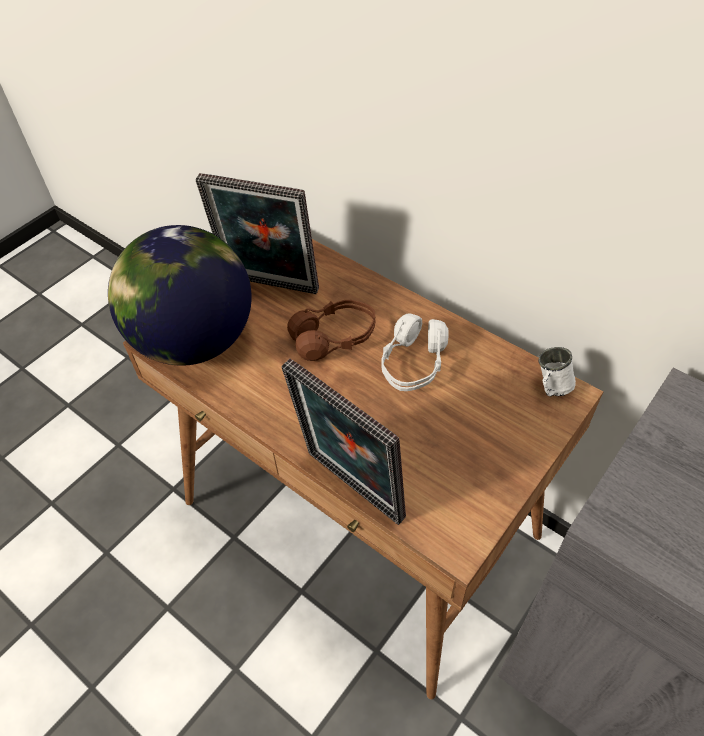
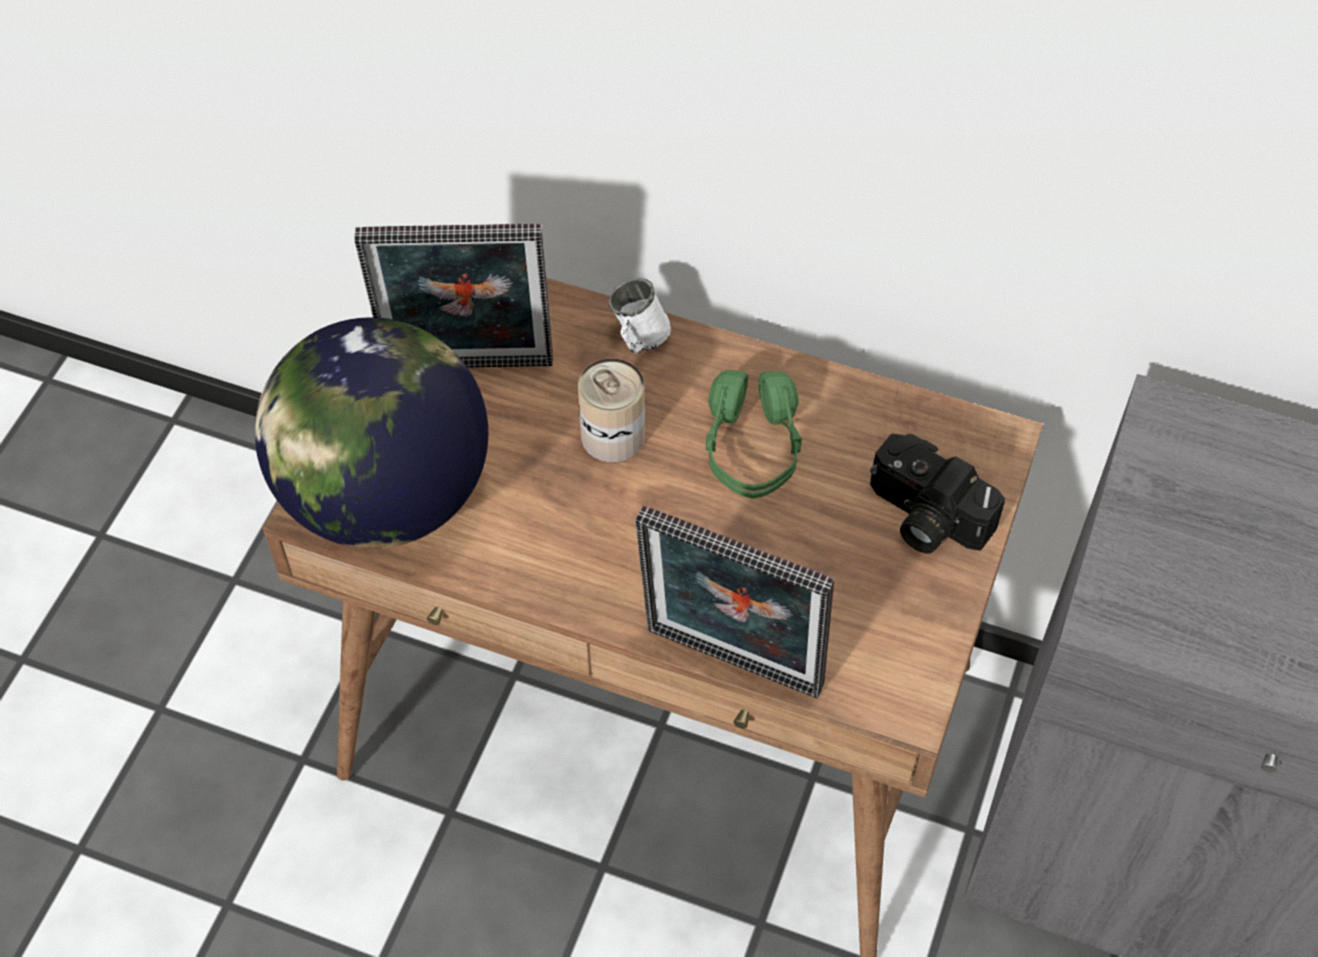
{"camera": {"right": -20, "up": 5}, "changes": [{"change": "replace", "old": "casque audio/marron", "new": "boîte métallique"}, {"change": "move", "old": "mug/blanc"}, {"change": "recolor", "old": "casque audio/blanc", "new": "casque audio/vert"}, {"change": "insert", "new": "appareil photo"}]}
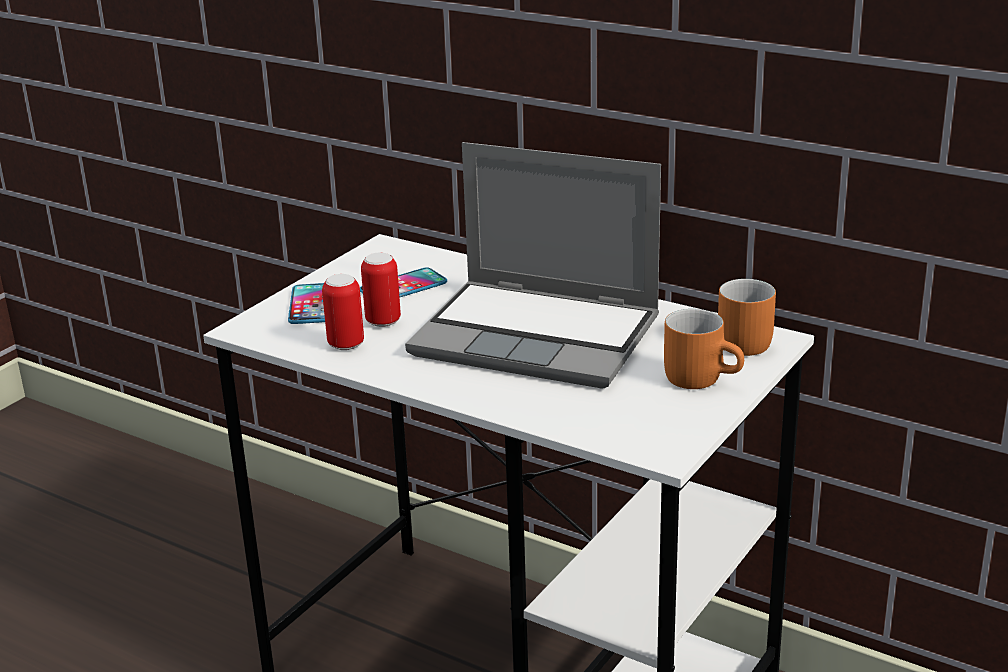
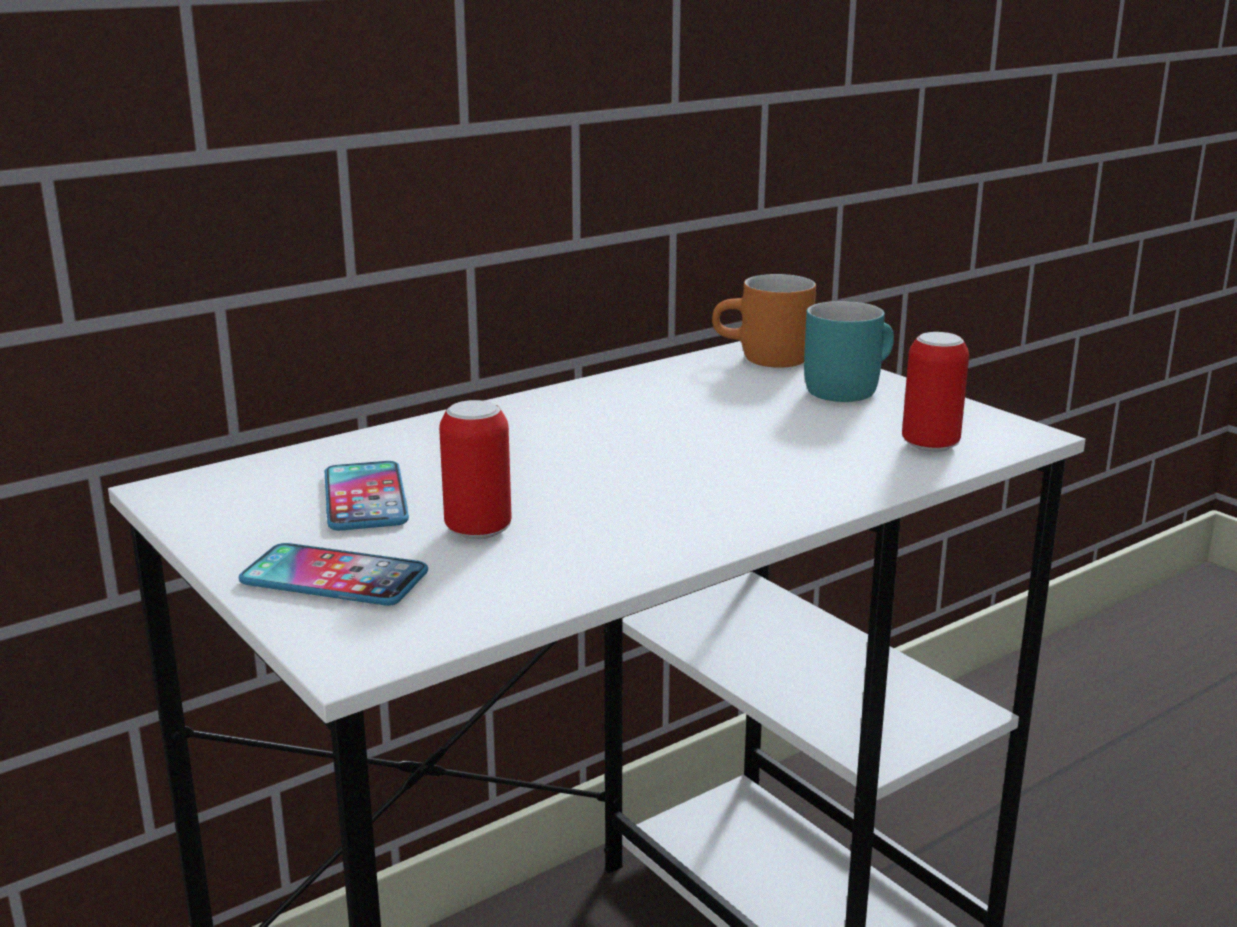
{"camera": {"right": -70, "up": -5}, "changes": [{"change": "recolor", "old": "mug/orange (1st from left)", "new": "mug/turquoise"}, {"change": "move", "old": "boîte métallique (1st from left in the first image)", "new": "boîte métallique (2nd from left)"}, {"change": "delete", "old": "ordinateur portable"}]}
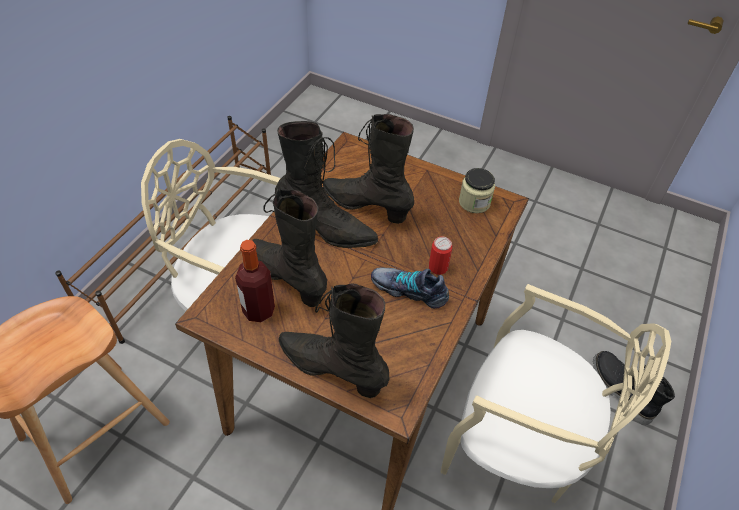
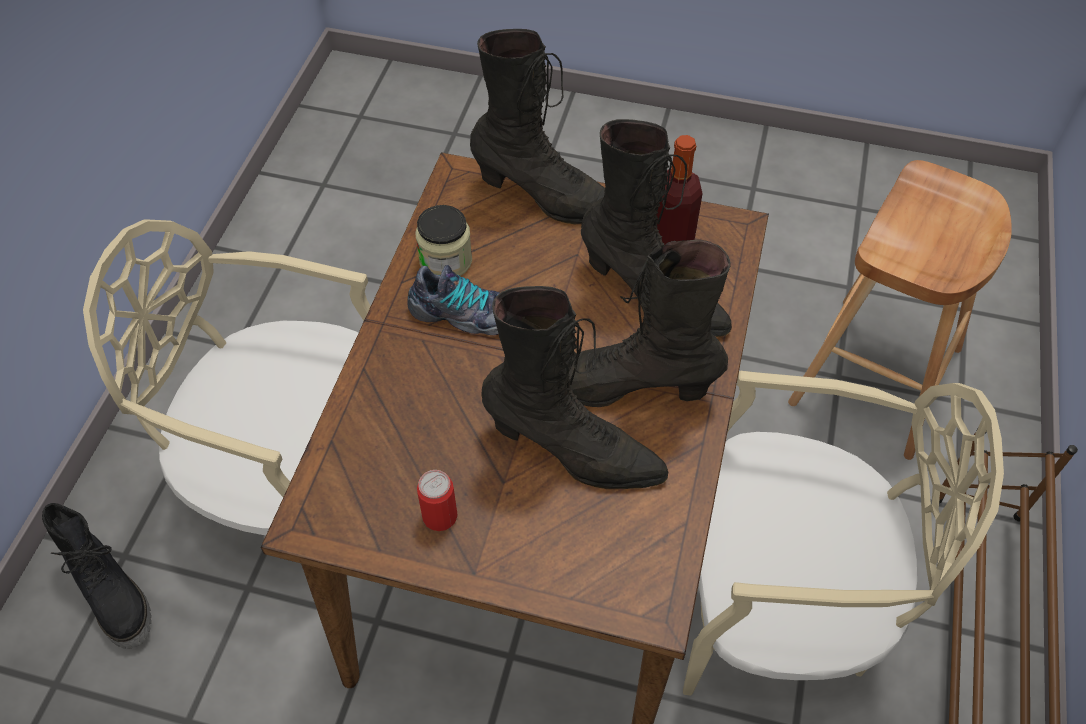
{"camera": {"right": 170, "up": 5}, "changes": [{"change": "move", "old": "bocal"}, {"change": "move", "old": "boîte métallique"}]}
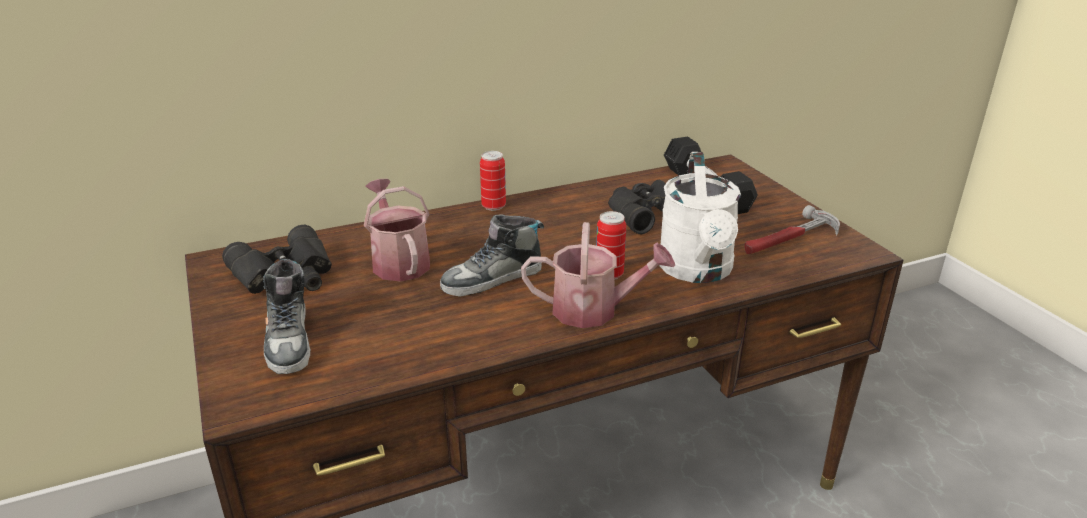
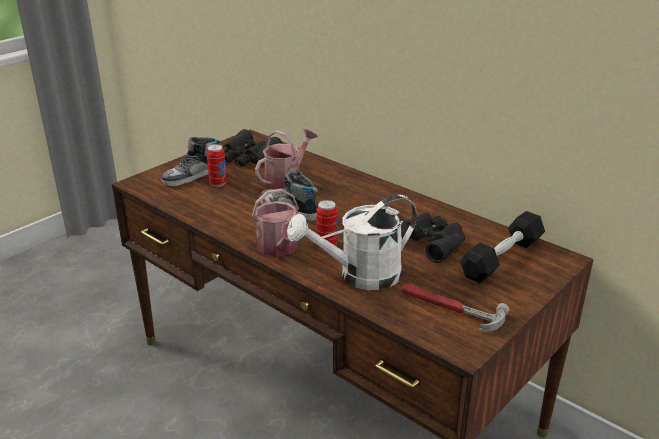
{"camera": {"right": 65, "up": 0}, "changes": [{"change": "move", "old": "boîte métallique (1st from left)"}]}
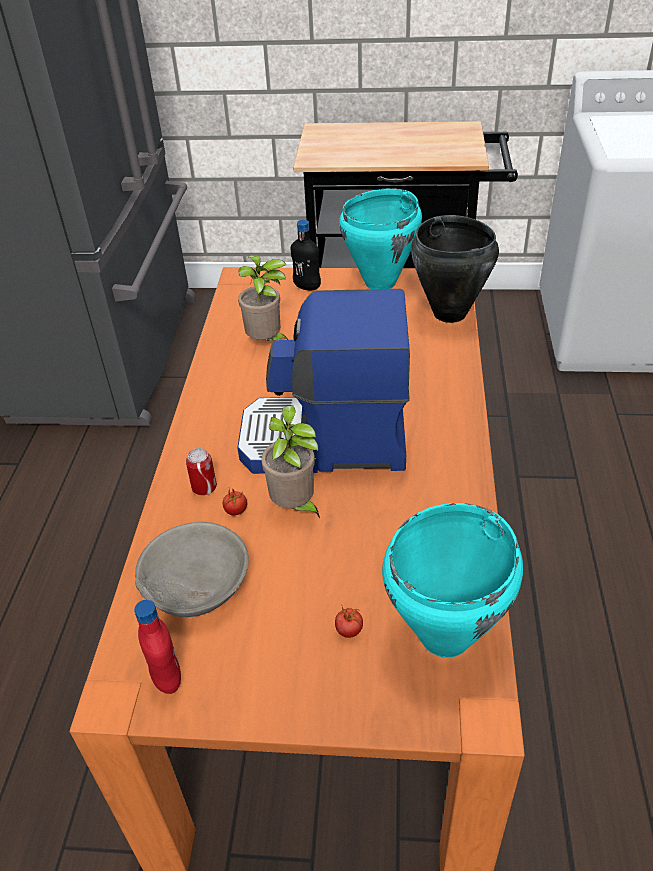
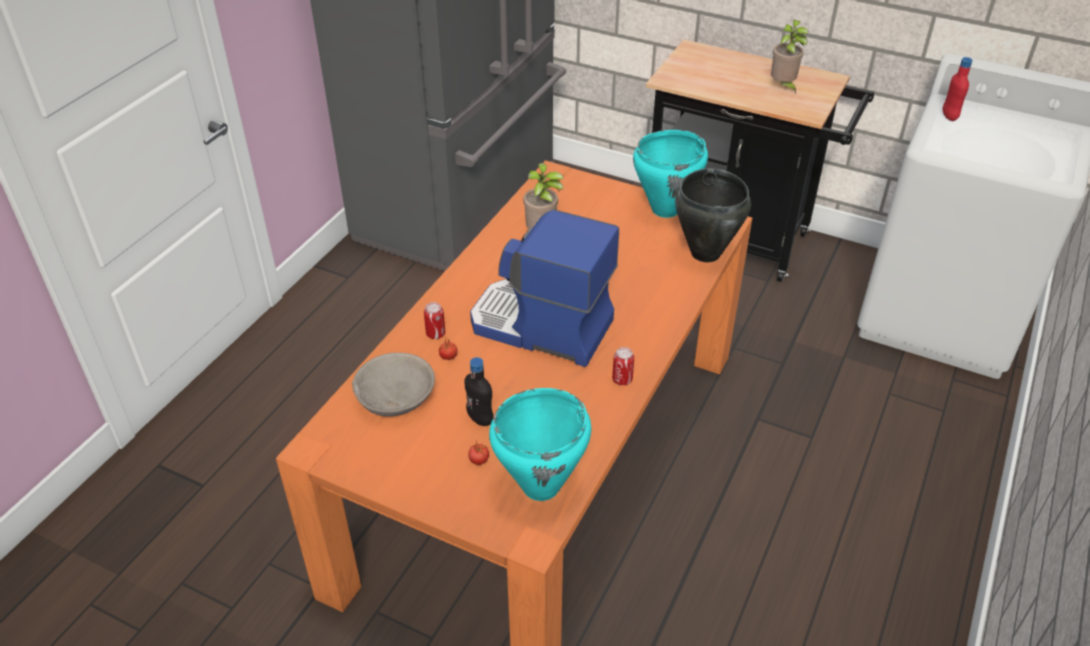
{"camera": {"right": 20, "up": 0}, "changes": [{"change": "move", "old": "bouteille/noir"}, {"change": "insert", "new": "boîte métallique (2nd from left)"}, {"change": "move", "old": "plante en pot (2nd from left)"}, {"change": "move", "old": "bouteille/rouge"}]}
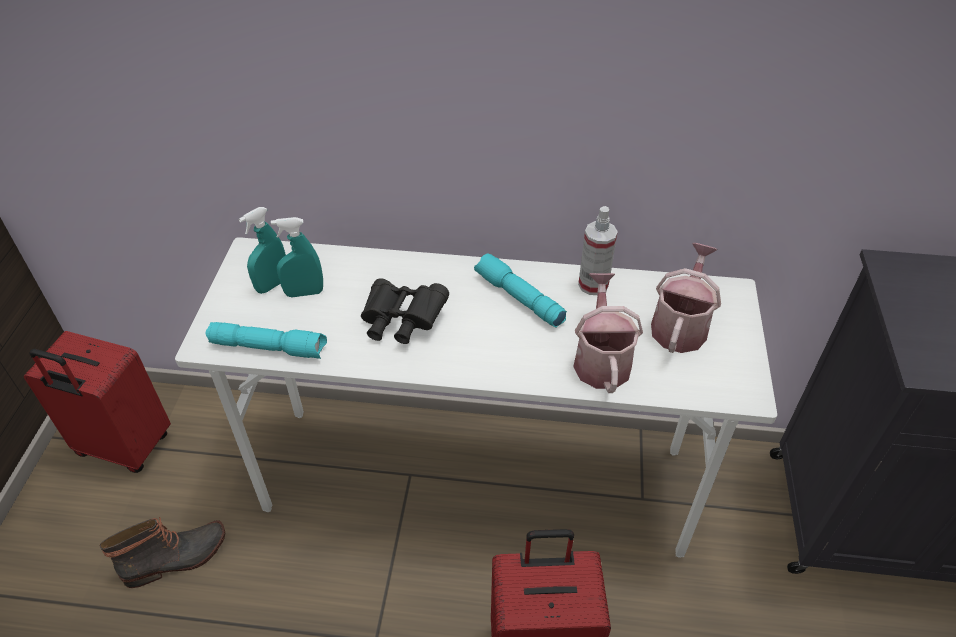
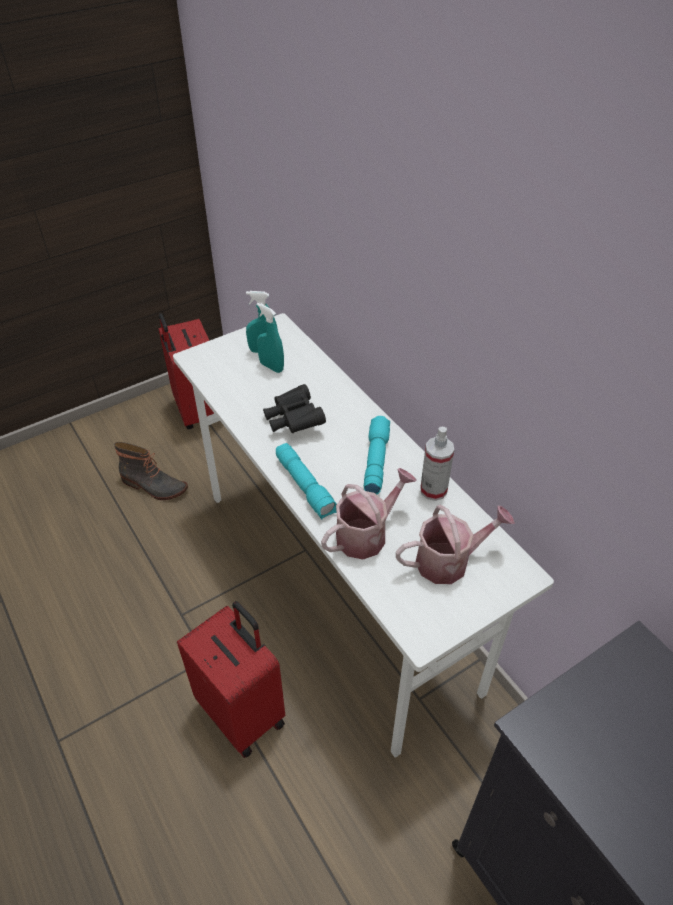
{"camera": {"right": 50, "up": 0}, "changes": [{"change": "move", "old": "lampe de poche/turquoise (1st from left)"}]}
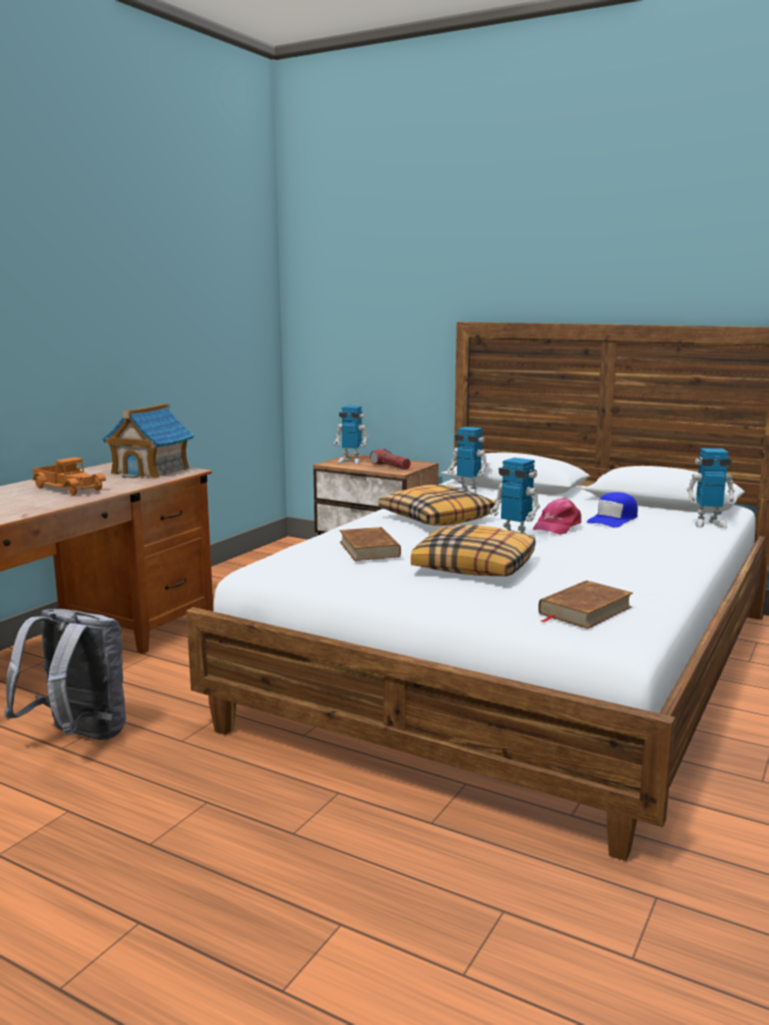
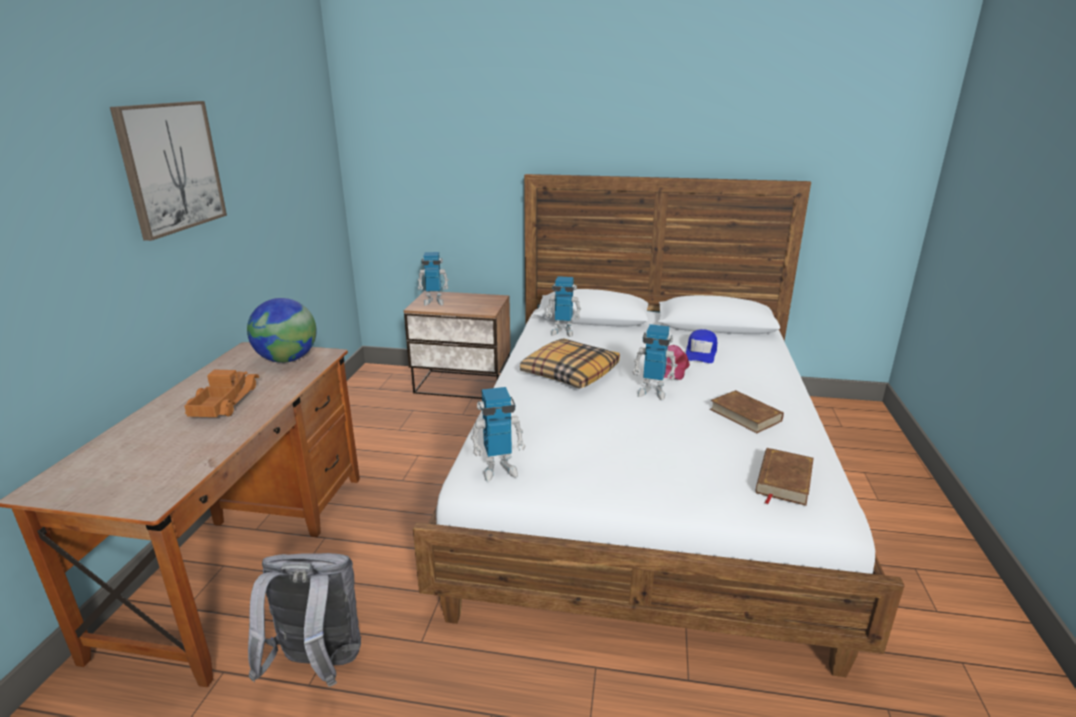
{"camera": {"right": -20, "up": 10}, "changes": [{"change": "insert", "new": "tableau"}, {"change": "rotate", "old": "camion jouet", "degrees": -105}, {"change": "replace", "old": "maison miniature", "new": "globe"}, {"change": "move", "old": "robot jouet (4th from left in the first image)", "new": "robot jouet (2nd from left)"}, {"change": "move", "old": "livre/marron (1st from left)"}, {"change": "delete", "old": "lampe de poche"}, {"change": "delete", "old": "coussin (2nd from left)"}]}
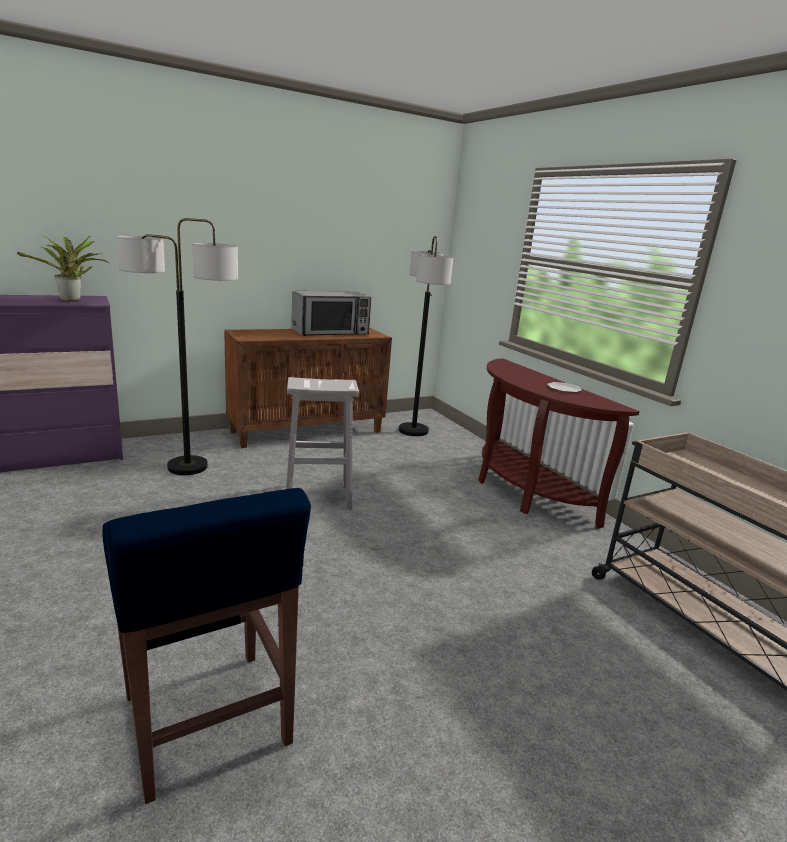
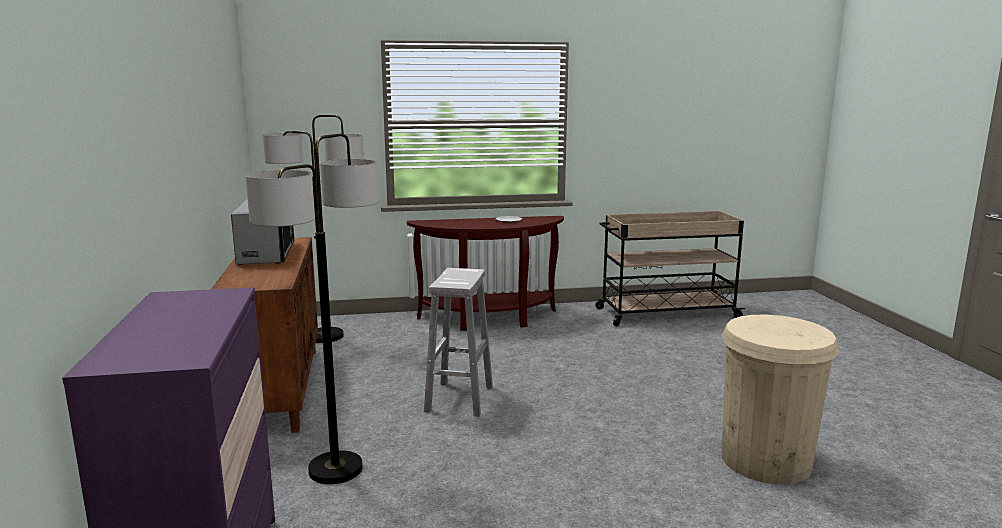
{"camera": {"right": -70, "up": -5}, "changes": [{"change": "replace", "old": "tabouret/bleu", "new": "poubelle/beige"}, {"change": "delete", "old": "plante en pot"}]}
